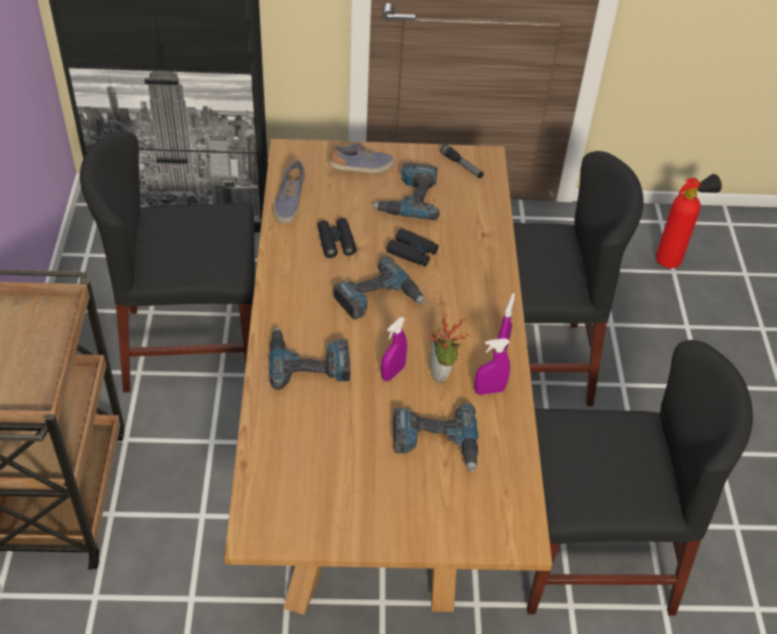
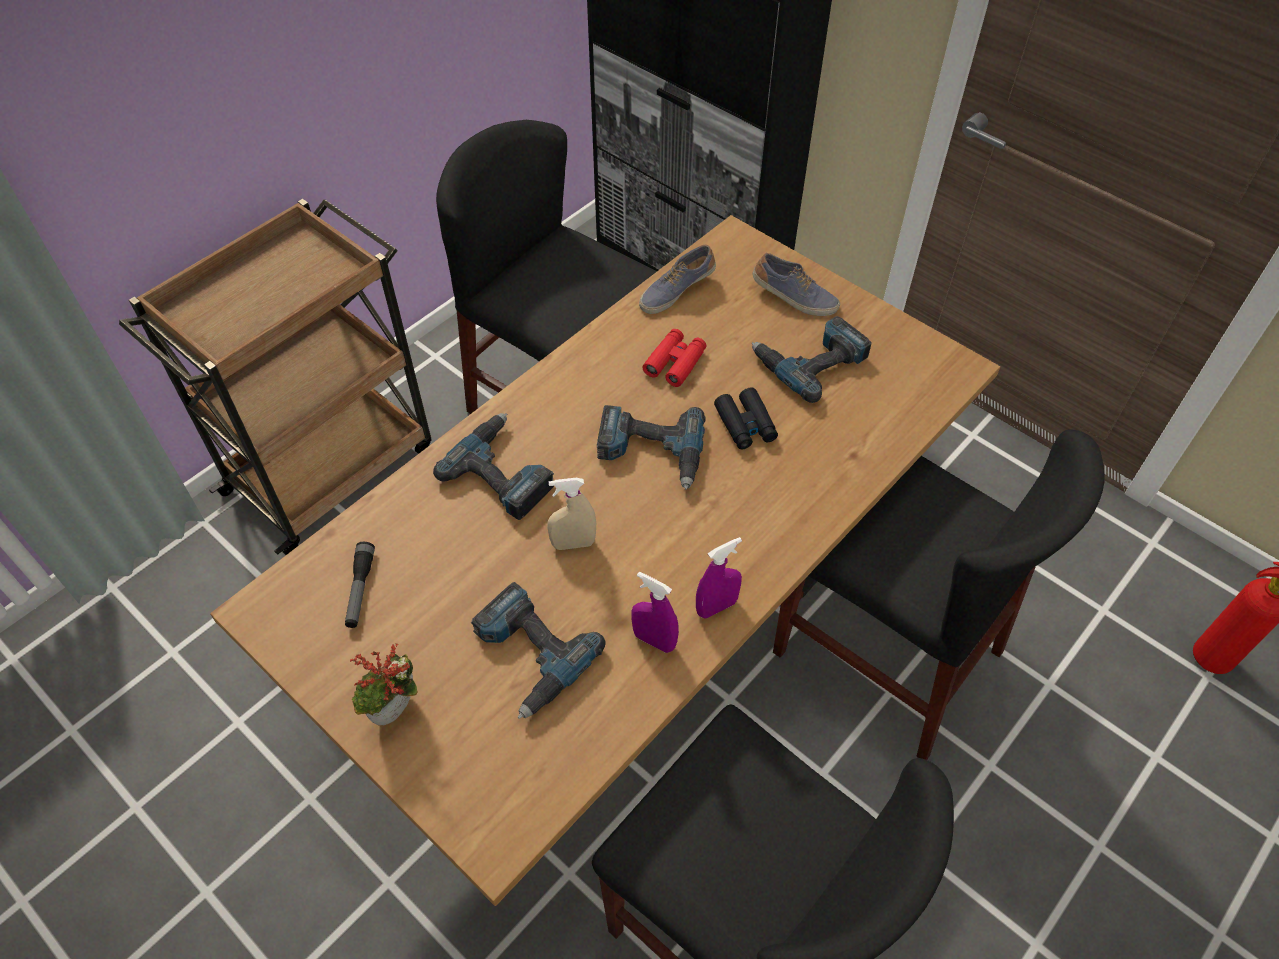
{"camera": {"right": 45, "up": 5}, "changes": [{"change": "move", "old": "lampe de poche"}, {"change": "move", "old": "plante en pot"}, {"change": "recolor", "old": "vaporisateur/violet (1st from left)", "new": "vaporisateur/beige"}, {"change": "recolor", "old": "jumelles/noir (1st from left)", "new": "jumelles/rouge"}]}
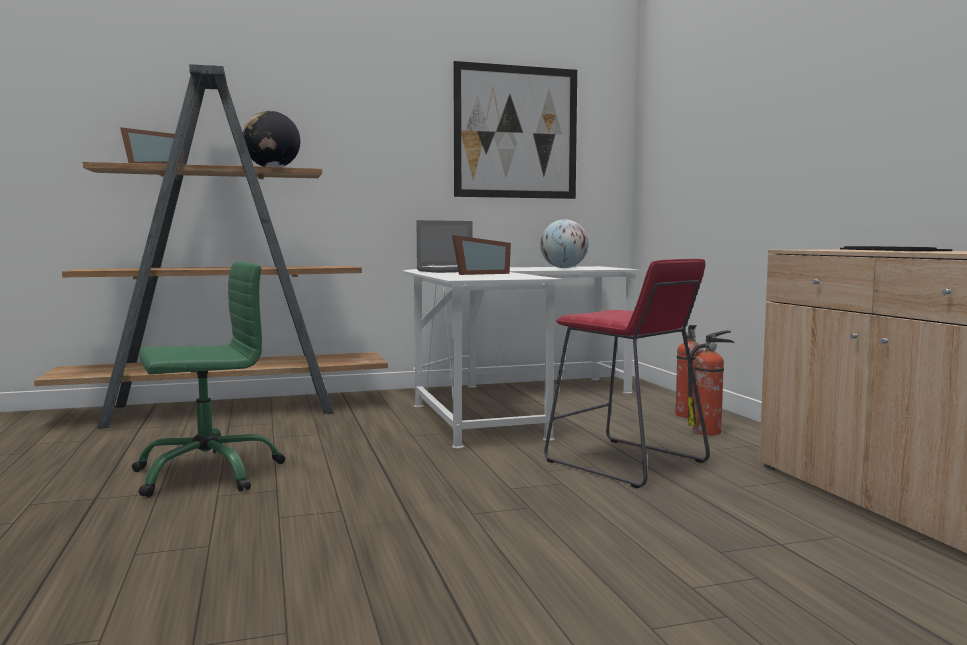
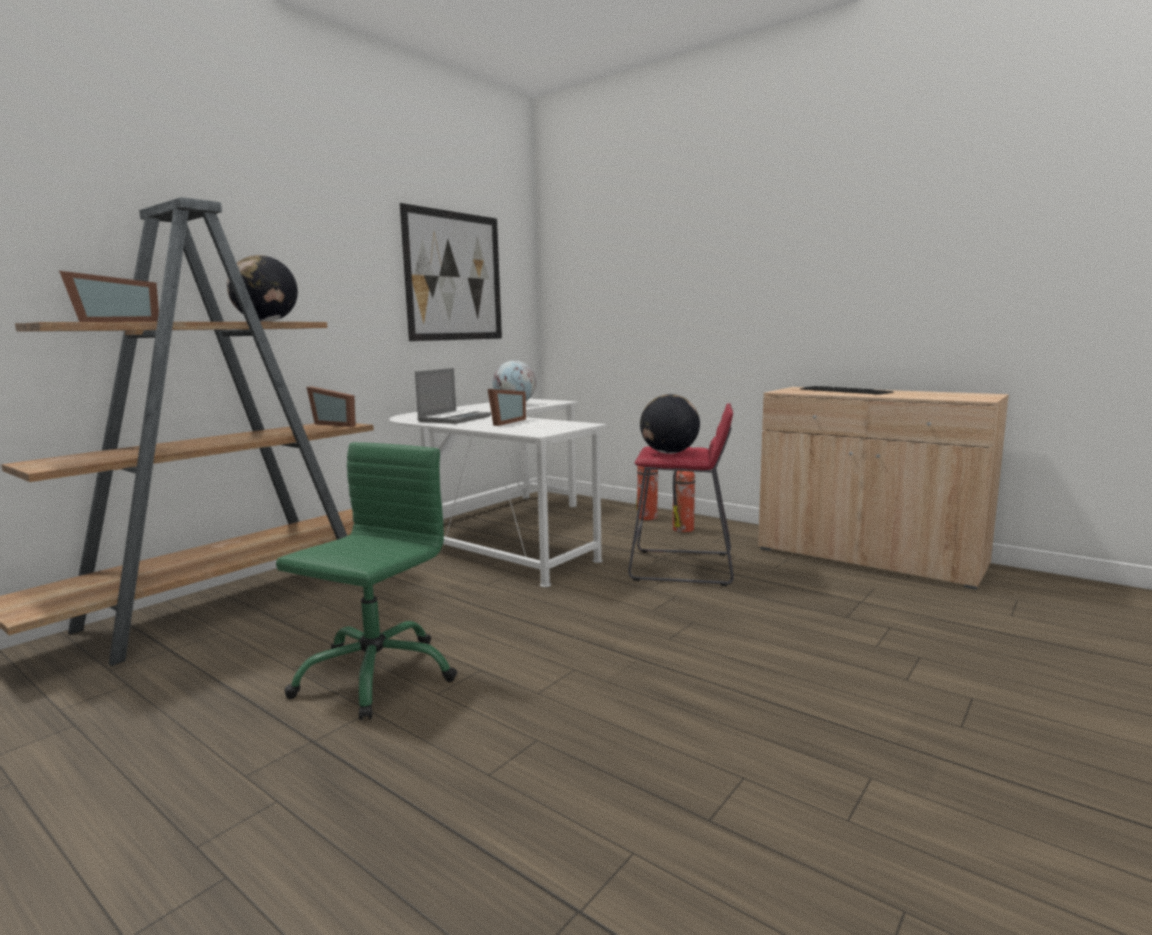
{"camera": {"right": -35, "up": 5}, "changes": [{"change": "insert", "new": "cadre photo (2nd from left)"}, {"change": "insert", "new": "globe (3rd from left)"}]}
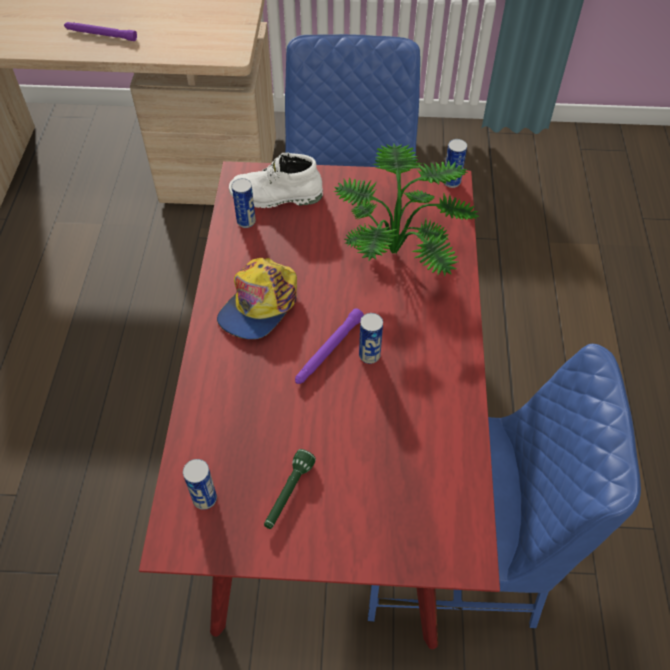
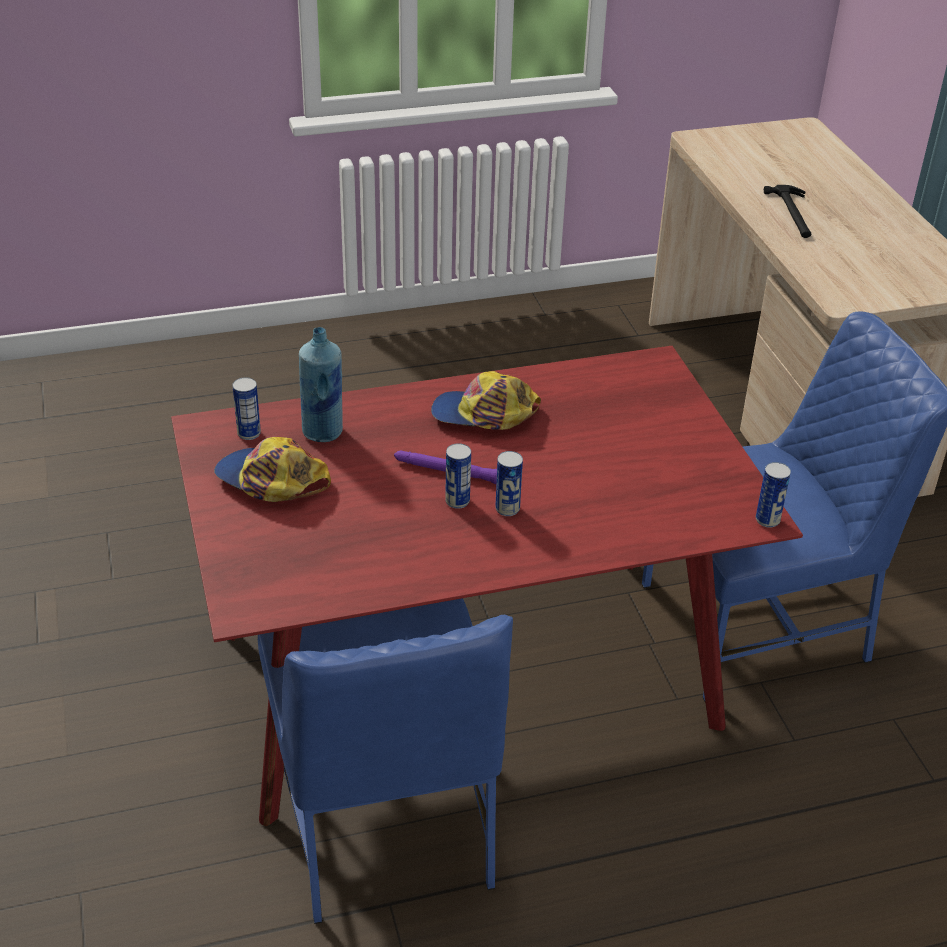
{"camera": {"right": 70, "up": -15}, "changes": [{"change": "replace", "old": "lampe de poche/vert", "new": "casquette (1st from left)"}, {"change": "insert", "new": "bouteille/bleu"}, {"change": "move", "old": "boîte métallique (2nd from left in the first image)", "new": "boîte métallique (3rd from left)"}, {"change": "replace", "old": "lampe de poche/violet (1st from left)", "new": "marteau"}, {"change": "delete", "old": "botte/blanc"}, {"change": "delete", "old": "plante en pot"}]}
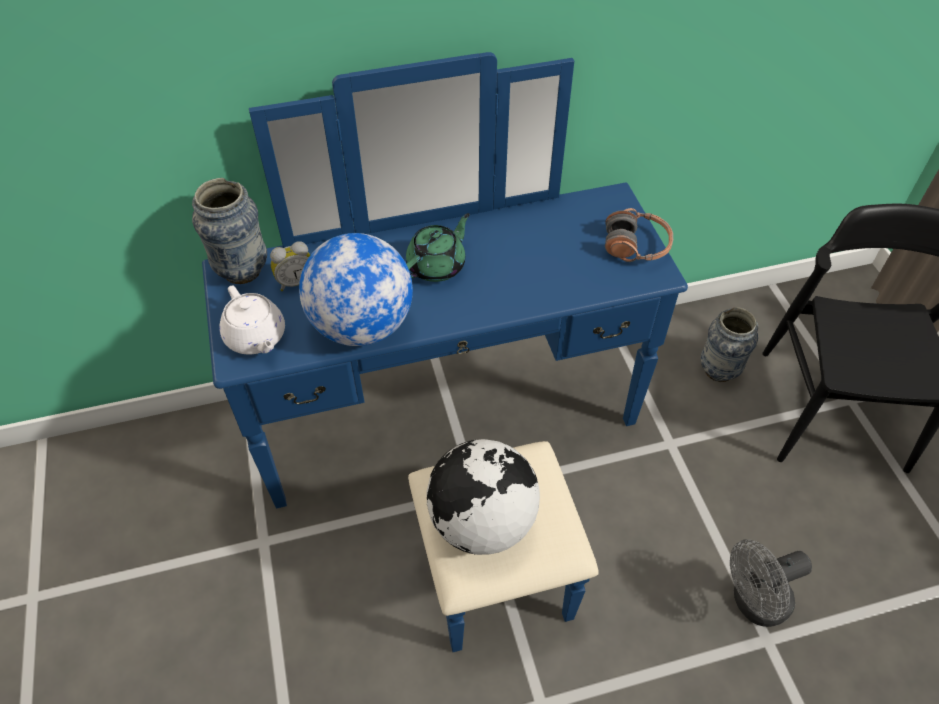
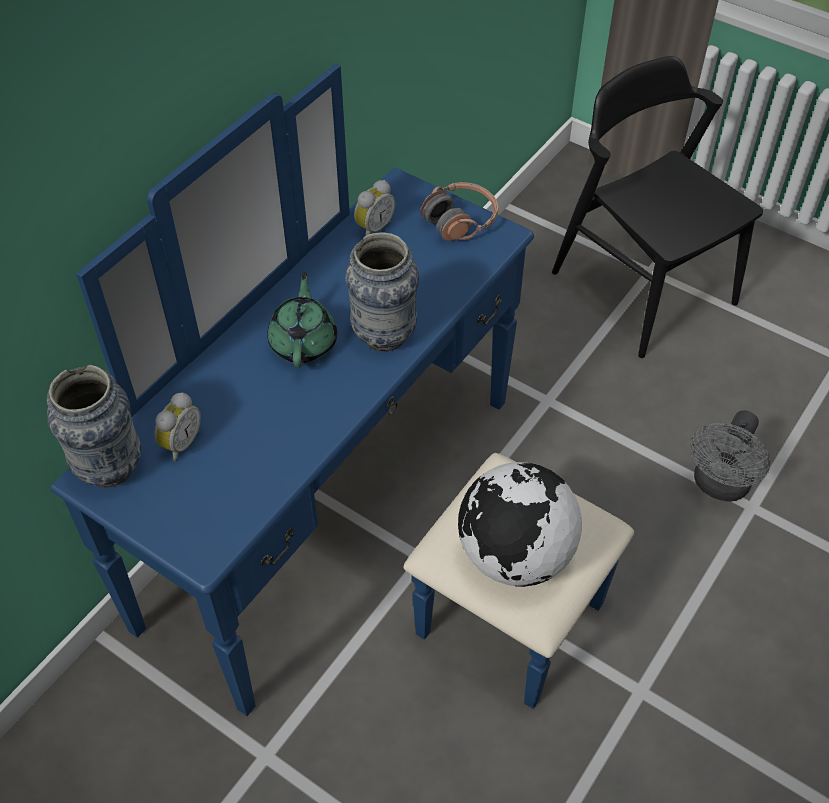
{"camera": {"right": -40, "up": 0}, "changes": [{"change": "move", "old": "vase (2nd from left)"}, {"change": "insert", "new": "réveil (2nd from left)"}, {"change": "delete", "old": "théière/blanc"}, {"change": "delete", "old": "globe (1st from left)"}]}
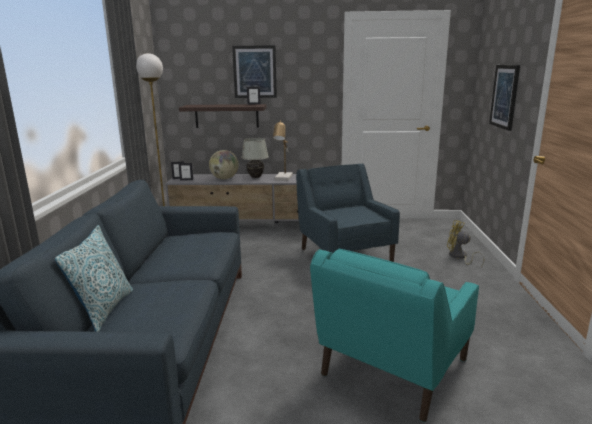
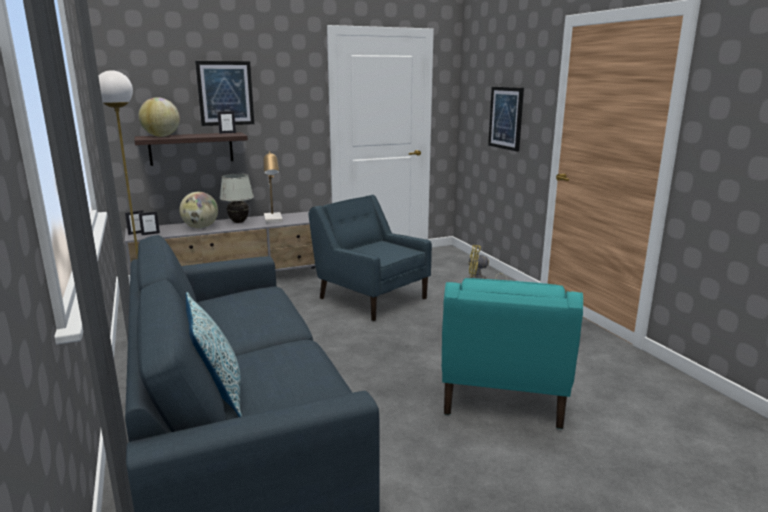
{"camera": {"right": -25, "up": 0}, "changes": [{"change": "insert", "new": "globe (1st from left)"}]}
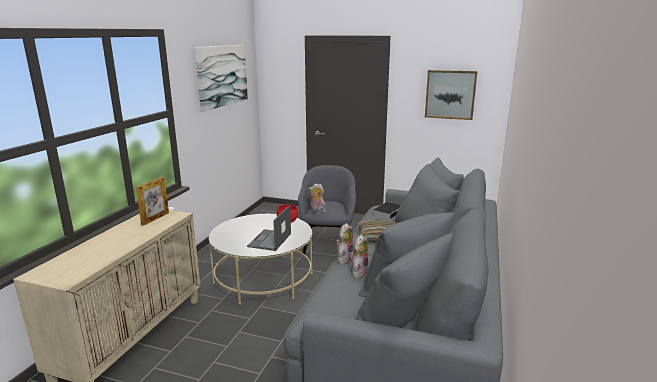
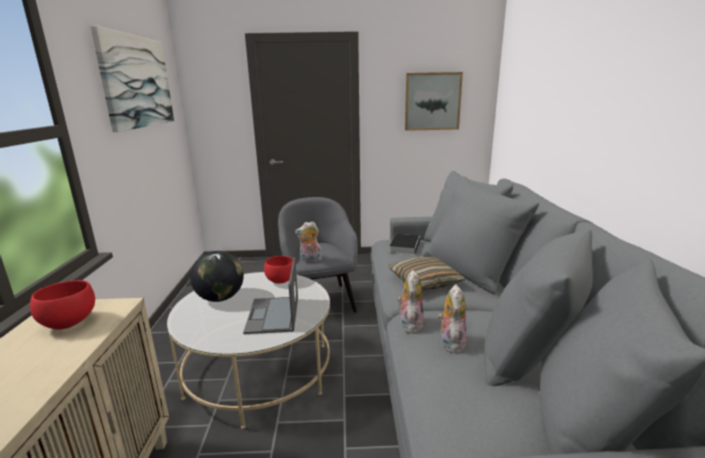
{"camera": {"right": -20, "up": 0}, "changes": [{"change": "replace", "old": "cadre photo", "new": "bol/rouge (1st from left)"}, {"change": "insert", "new": "globe"}]}
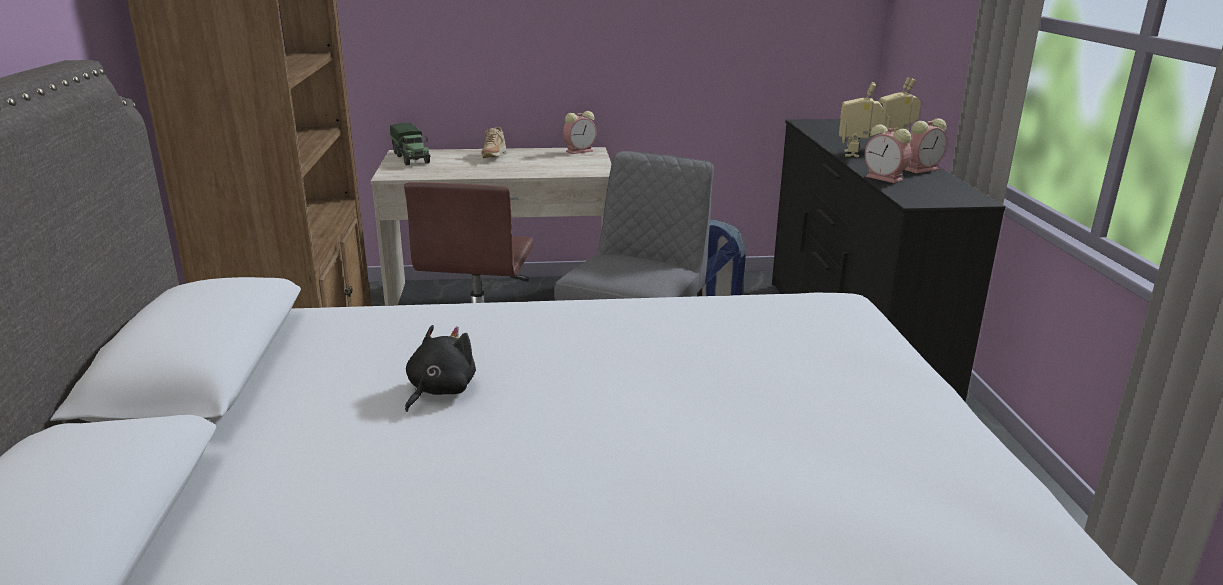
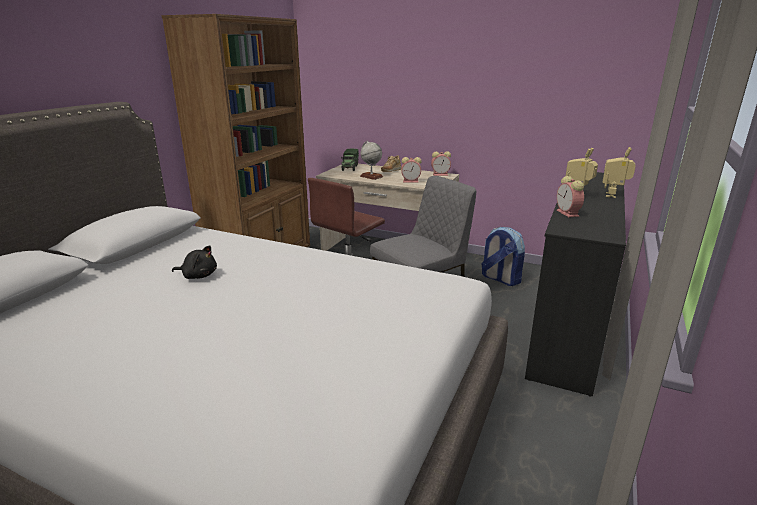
{"camera": {"right": 30, "up": 0}, "changes": [{"change": "rotate", "old": "peluche/noir", "degrees": 45}, {"change": "insert", "new": "globe"}, {"change": "move", "old": "réveil (3rd from left in the first image)", "new": "réveil (1st from left)"}]}
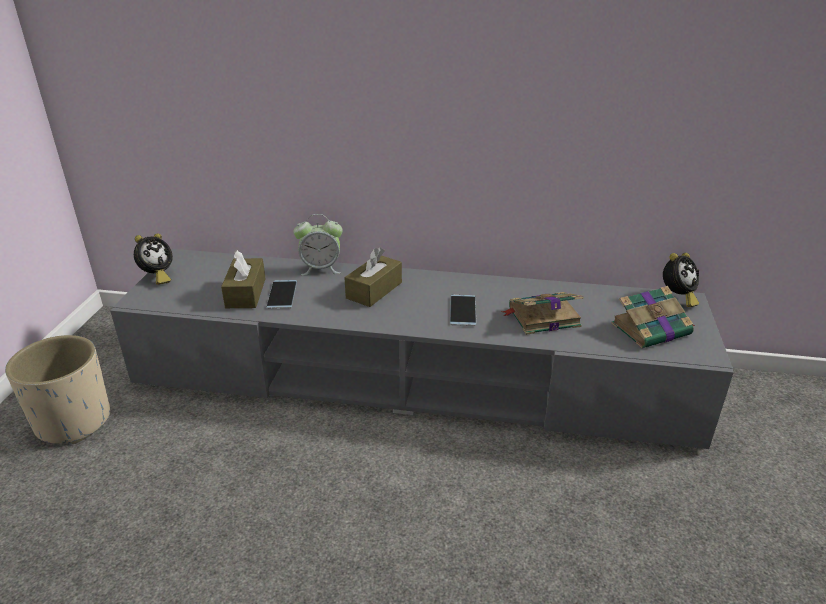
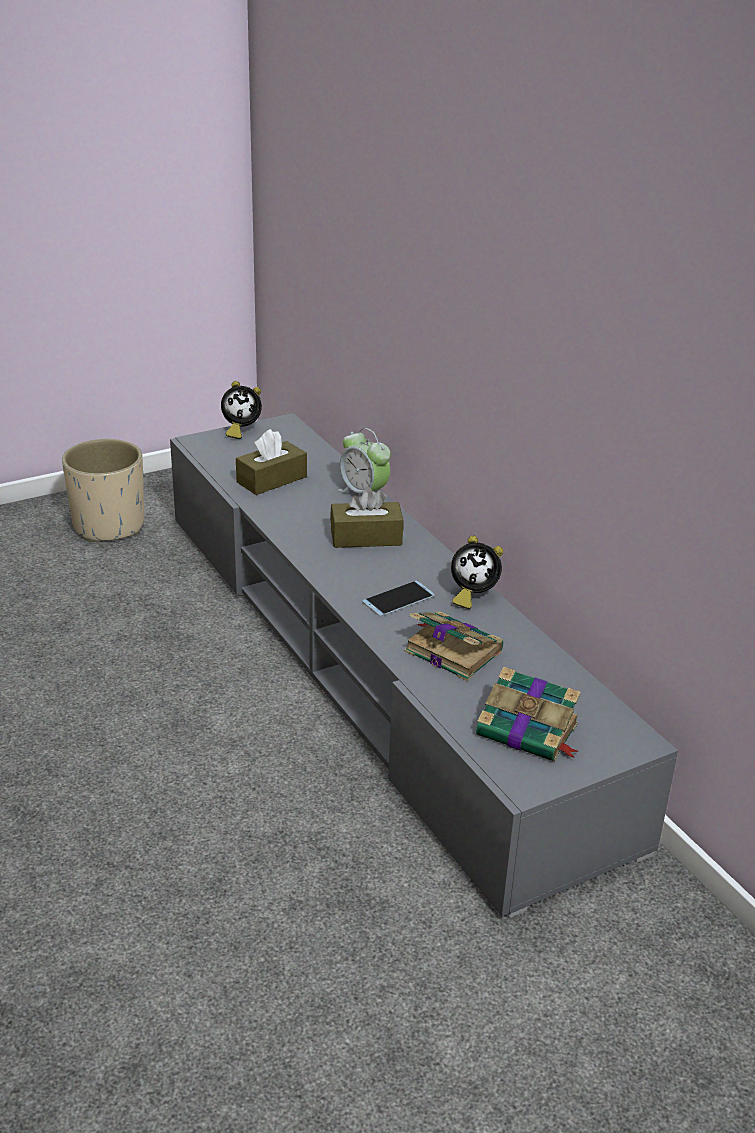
{"camera": {"right": 50, "up": 0}, "changes": [{"change": "move", "old": "réveil (3rd from left)"}, {"change": "delete", "old": "téléphone (1st from left)"}]}
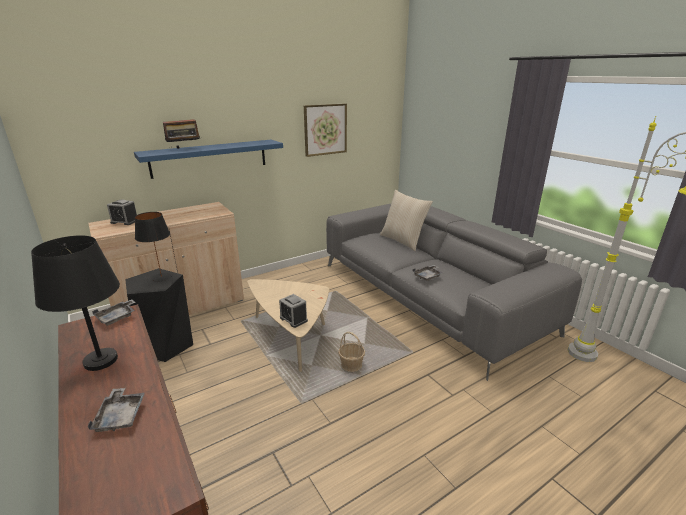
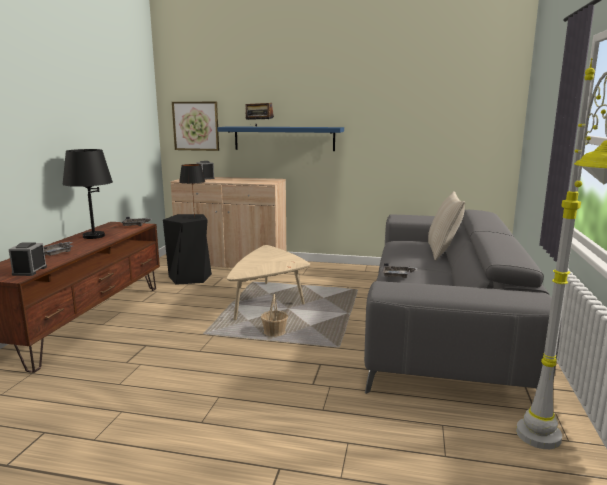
{"camera": {"right": 45, "up": -10}, "changes": [{"change": "move", "old": "réveil (2nd from left in the first image)", "new": "réveil (1st from left)"}, {"change": "move", "old": "tableau"}]}
